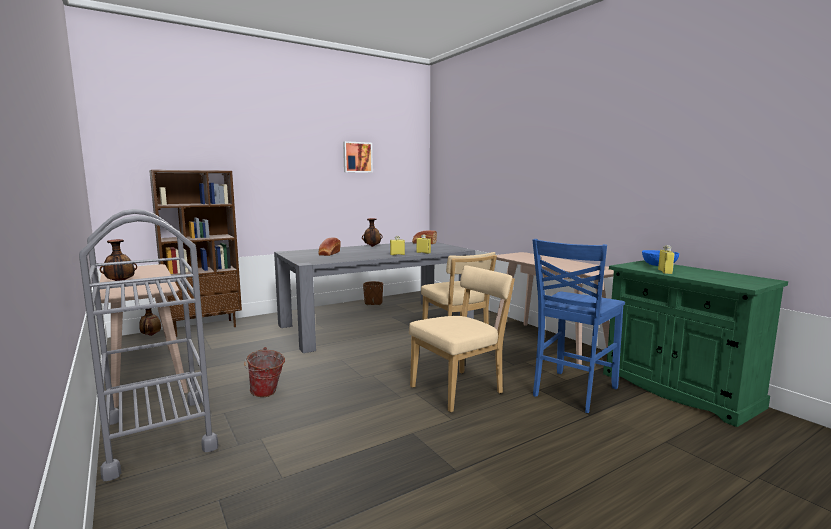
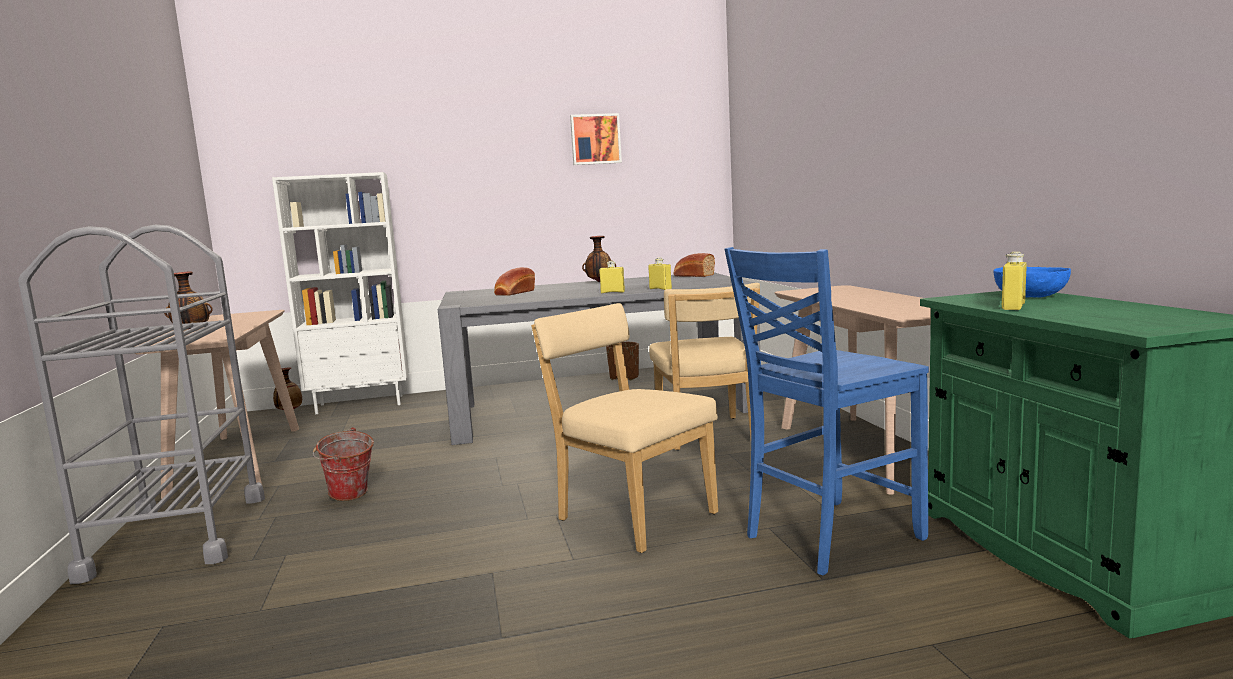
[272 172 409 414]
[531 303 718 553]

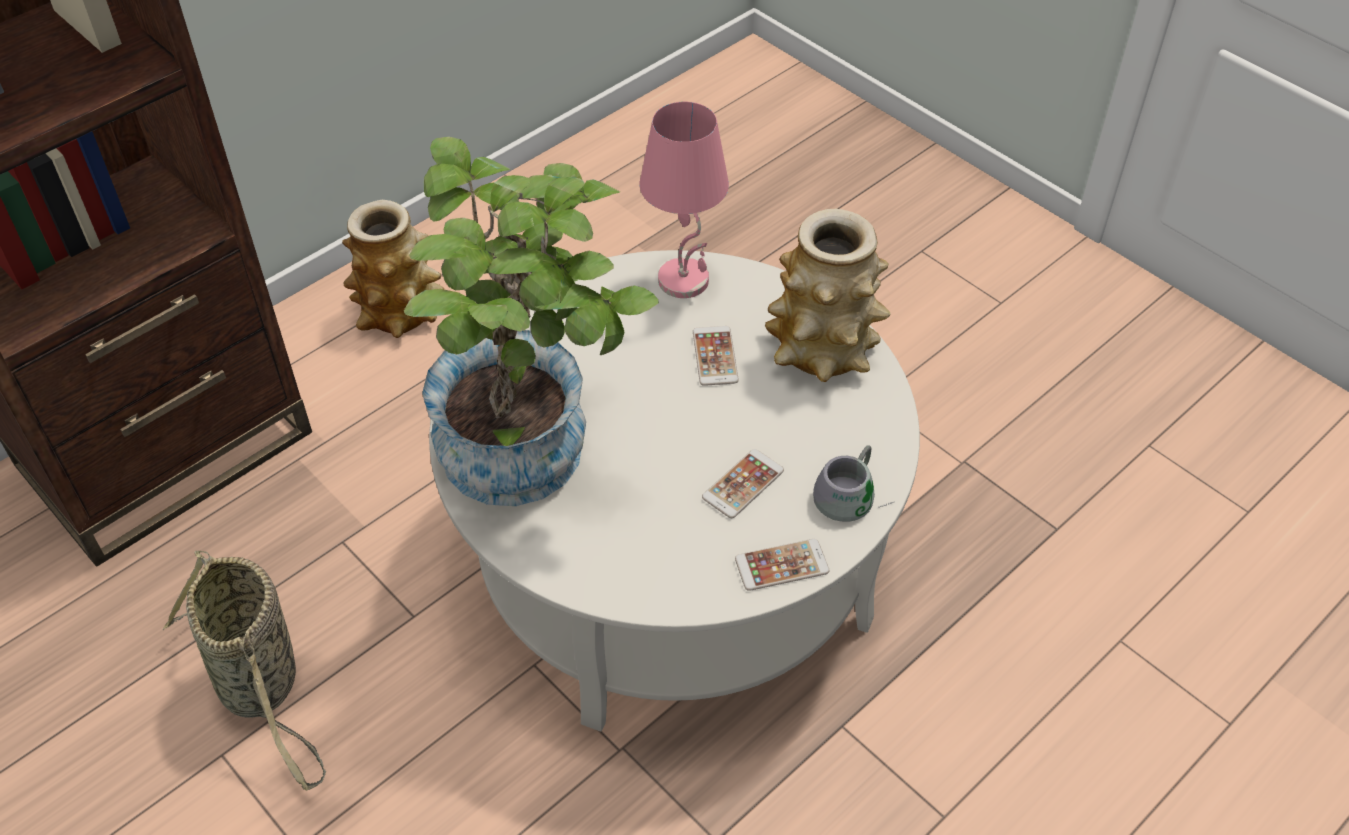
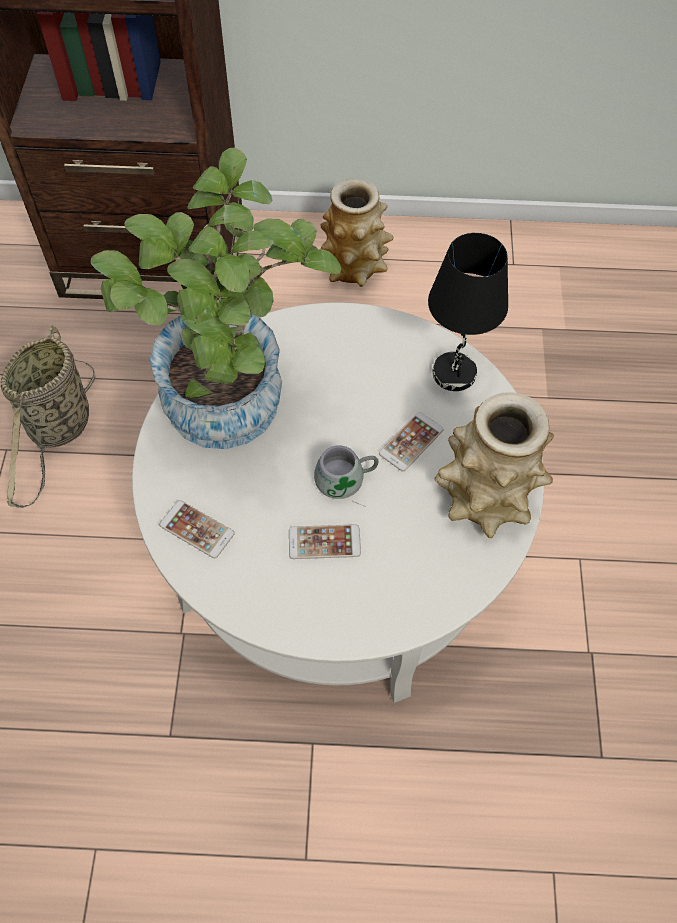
[159 500 235 558]
[314 446 378 507]
[428 233 508 391]

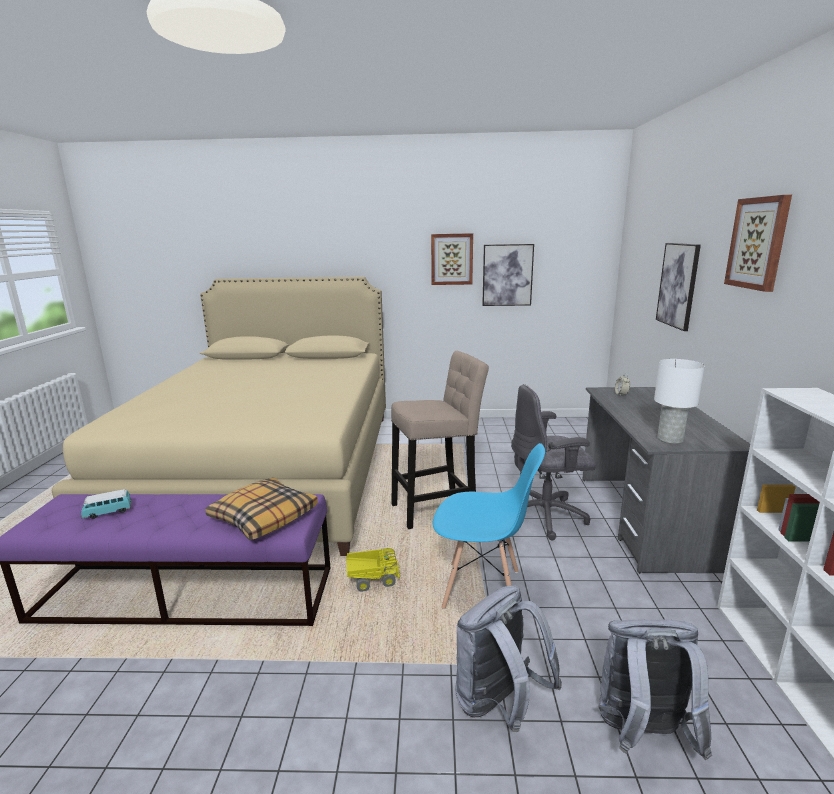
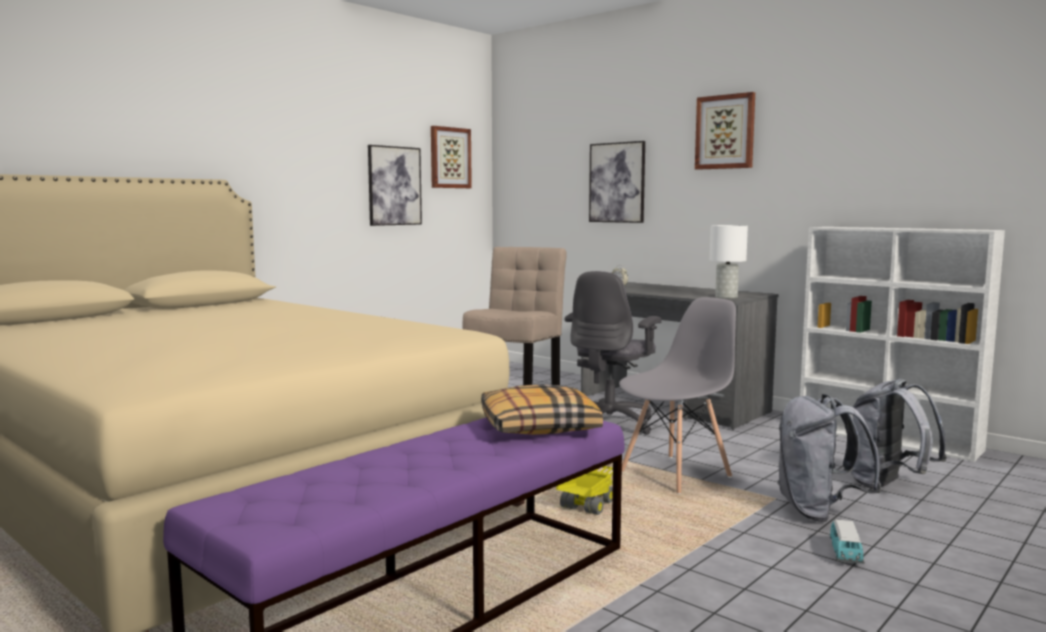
[431 126 472 188]
[619 297 736 494]
[830 519 864 564]

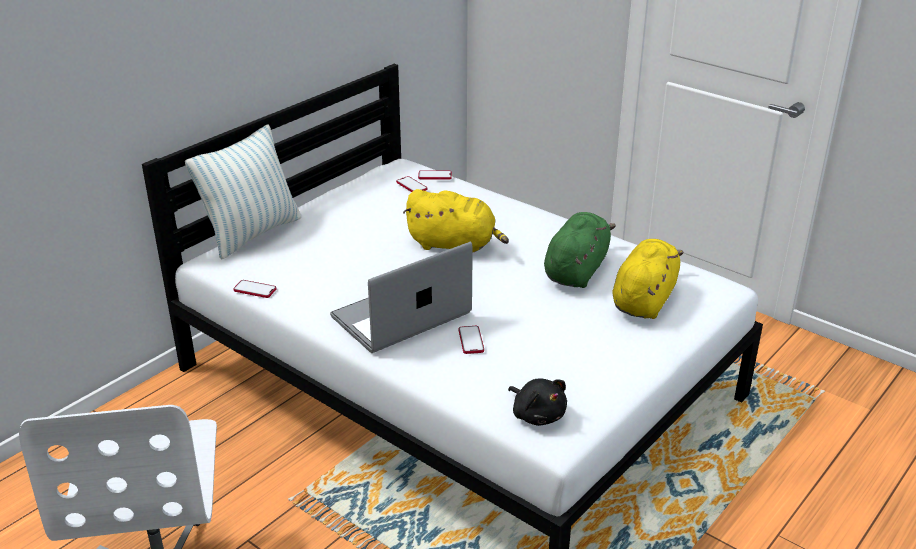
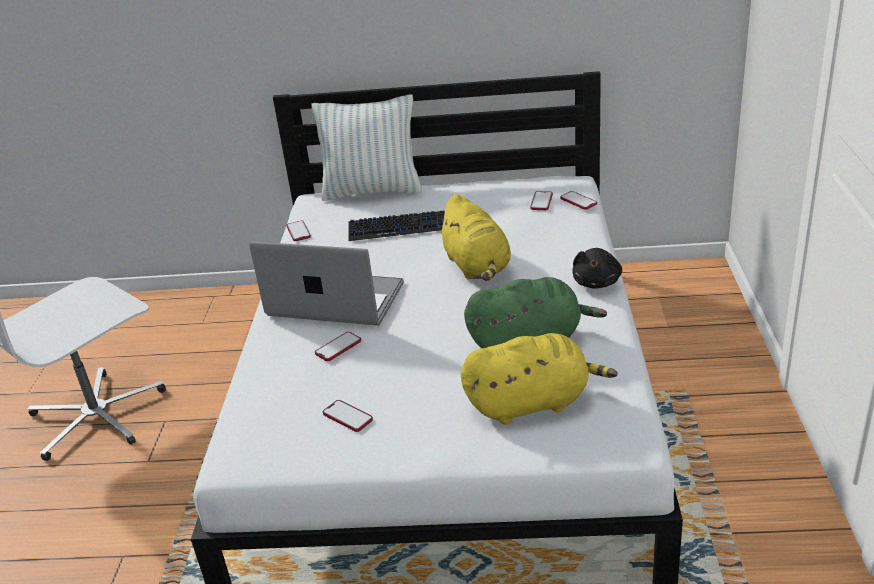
[323 400 373 432]
[348 211 445 241]
[572 248 622 289]

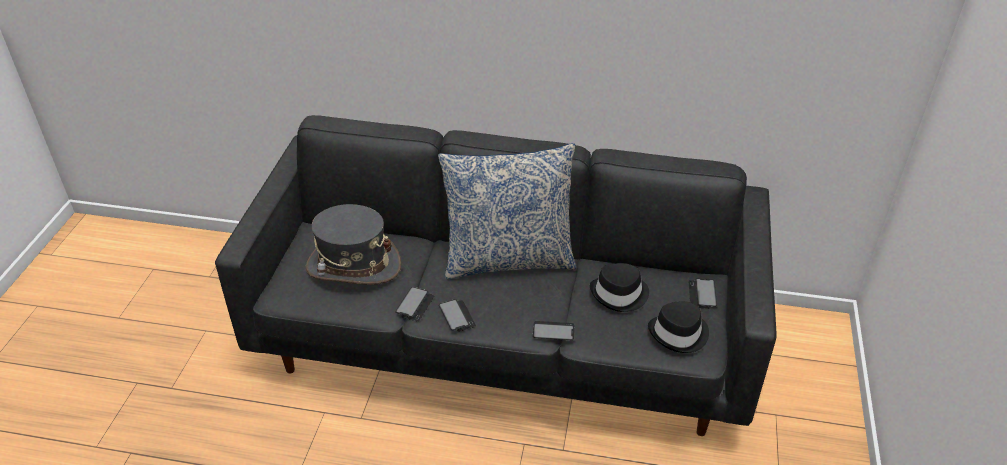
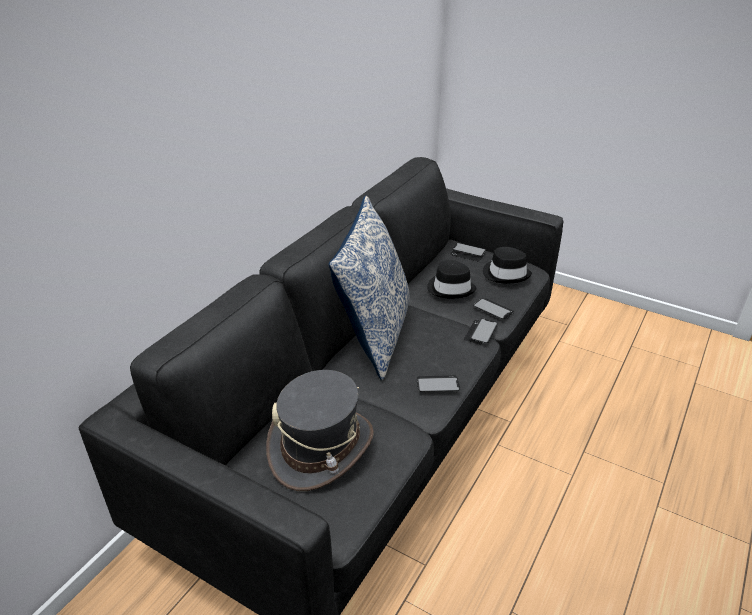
[473 298 514 319]

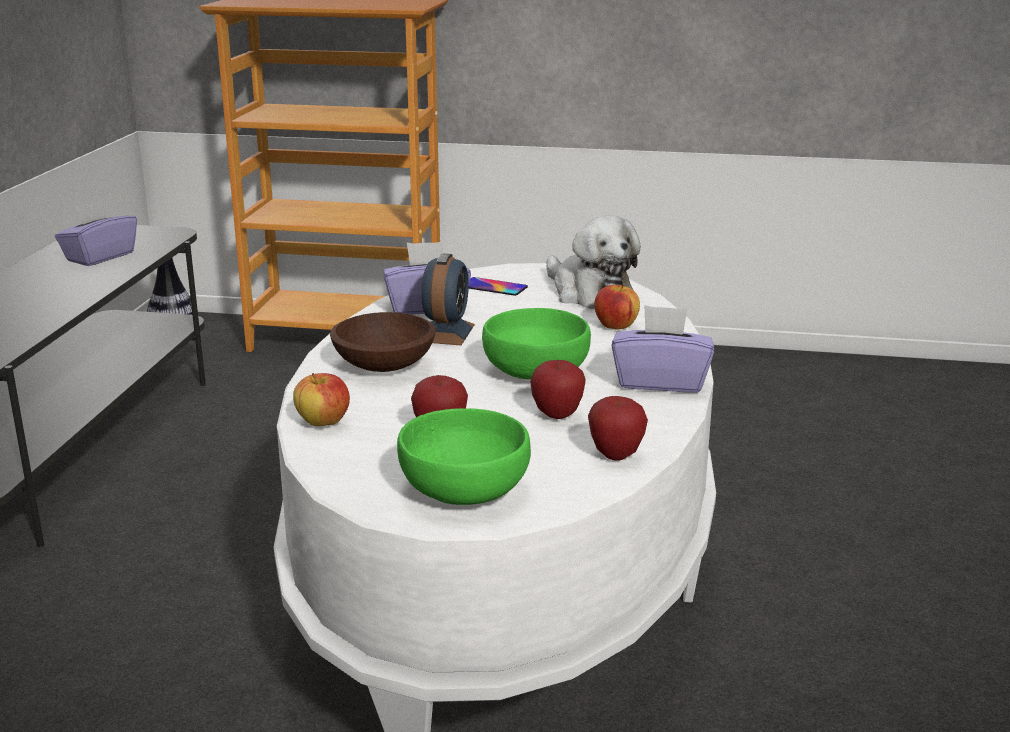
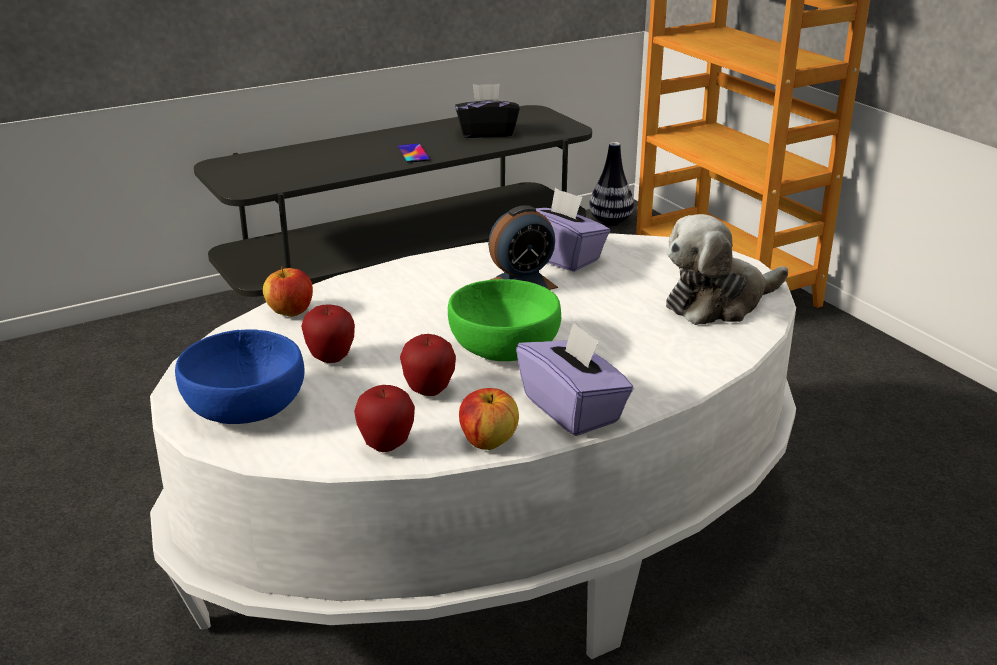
[175 329 305 424]
[397 143 430 163]
[455 84 520 138]
[459 388 519 450]
[666 214 788 325]
[330 312 436 372] (first image)

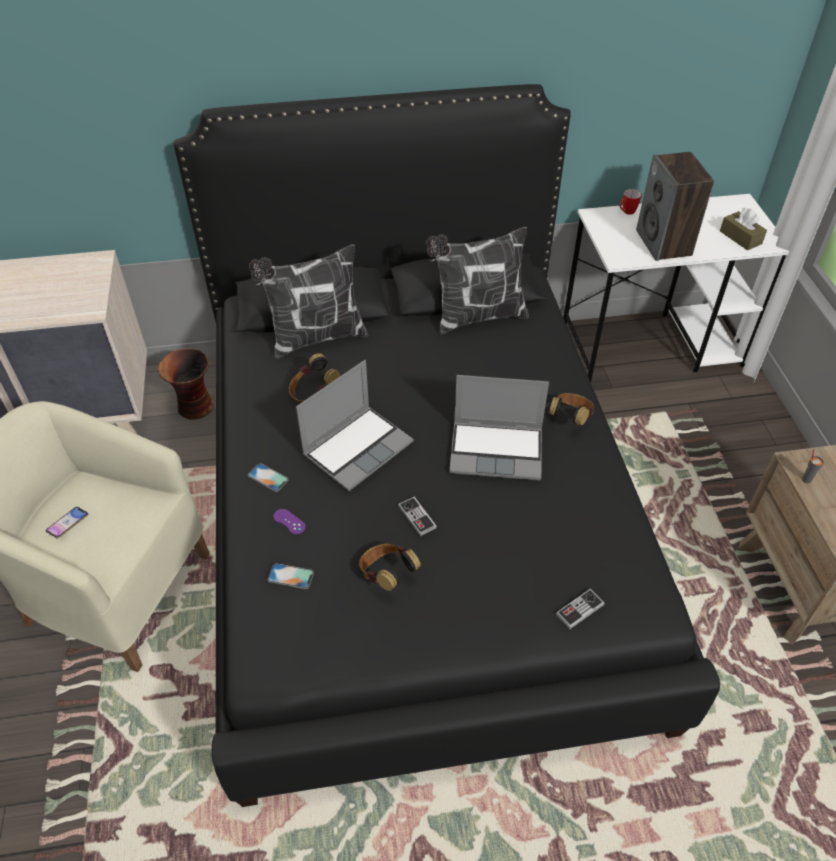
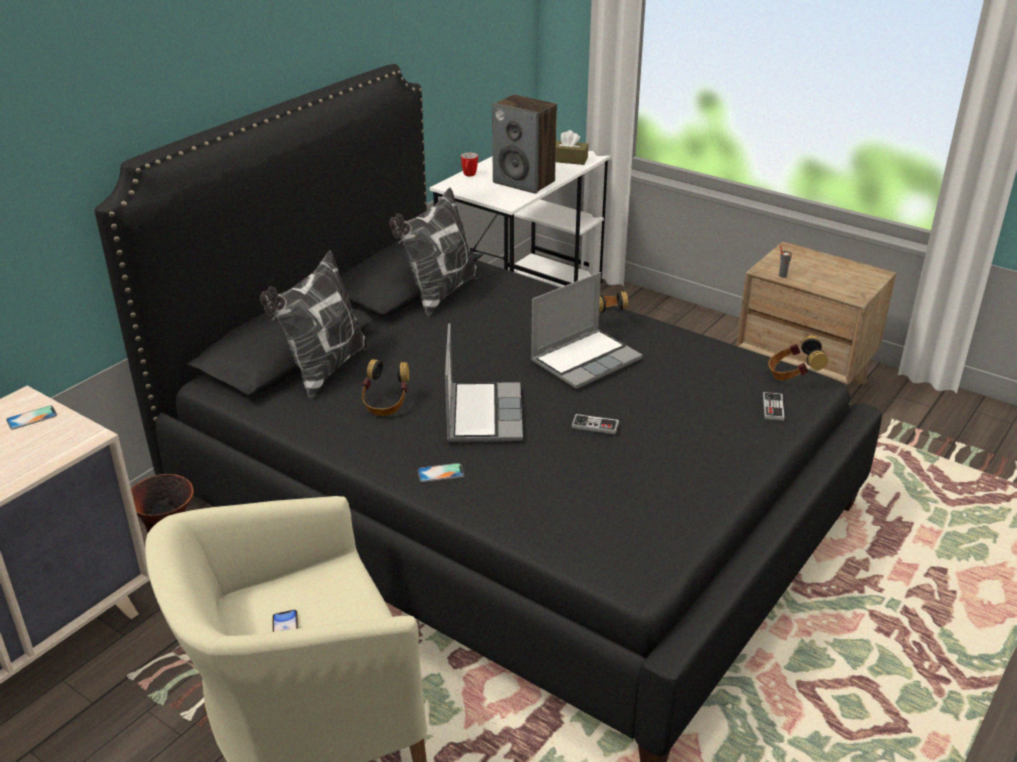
[6 405 57 430]
[768 335 828 381]
[273 509 306 534] (first image)

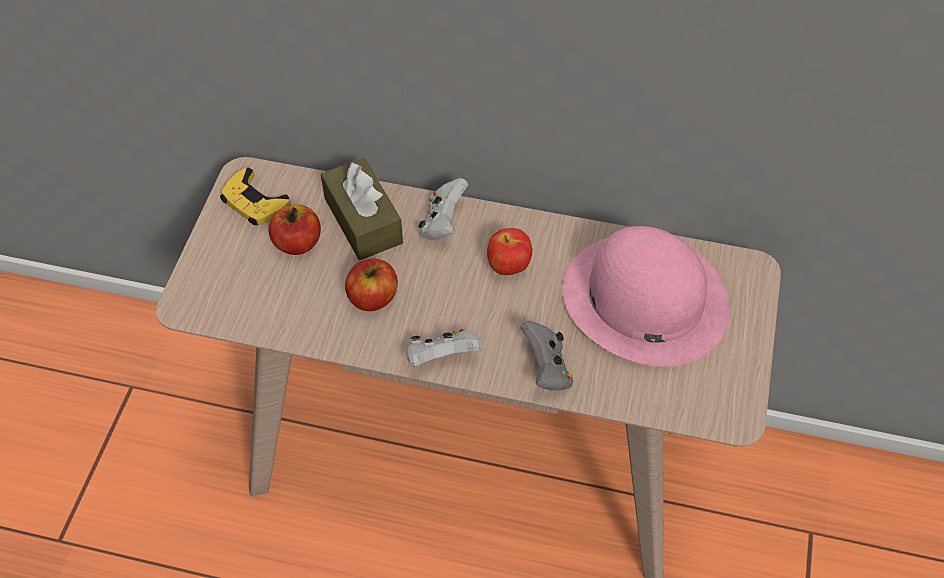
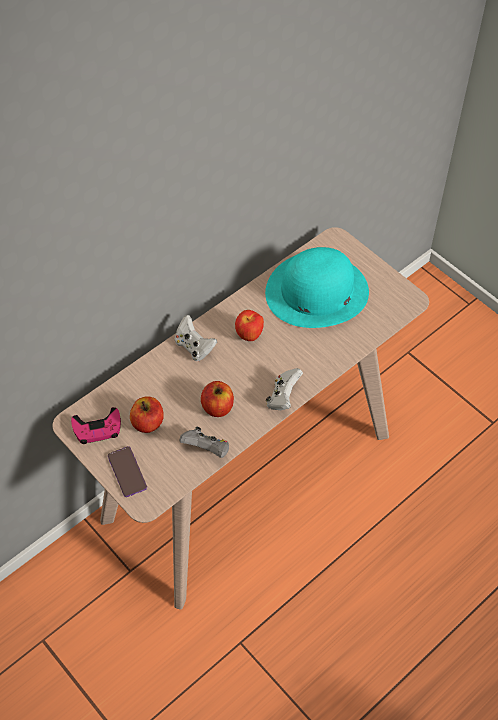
[71 407 121 444]
[108 446 147 497]
[180 427 229 458]
[265 247 369 328]
[321 158 403 260] (first image)

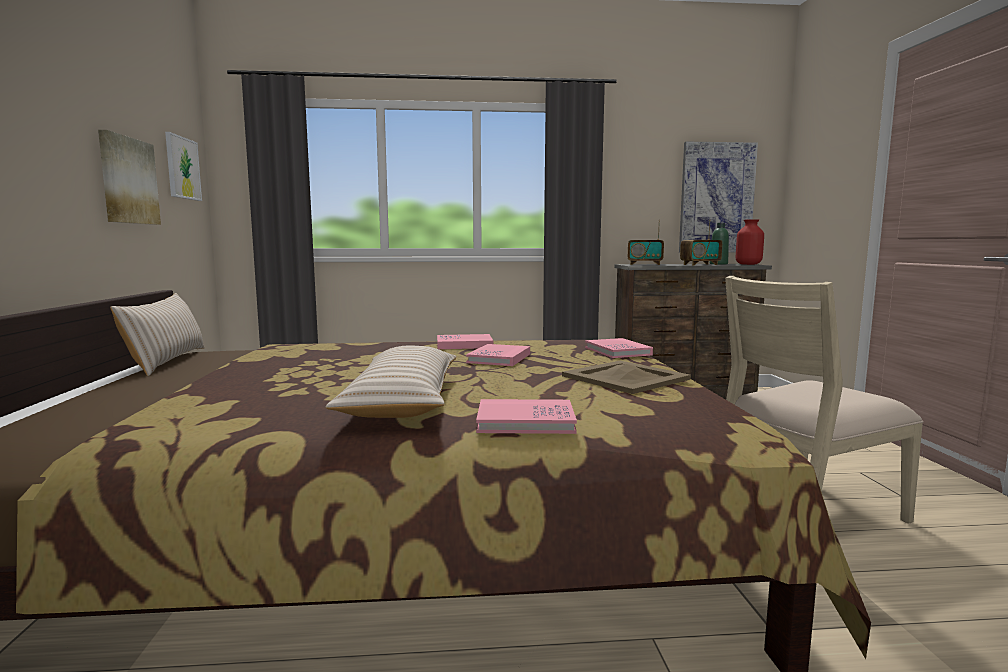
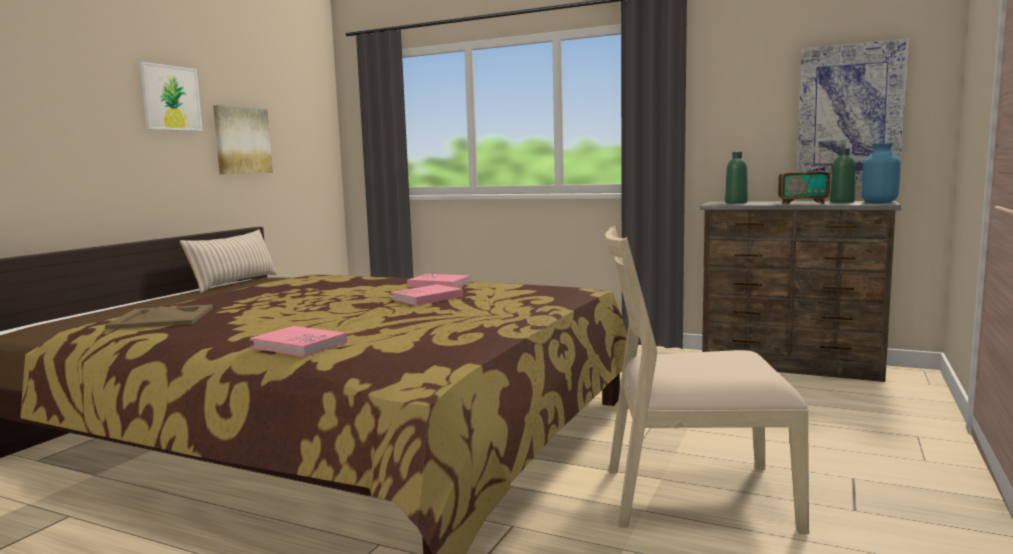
[105 304 213 329]
[140 62 203 131]
[725 152 748 203]
[861 143 900 203]
[326 345 457 418] (first image)
[585 338 653 358] (first image)

